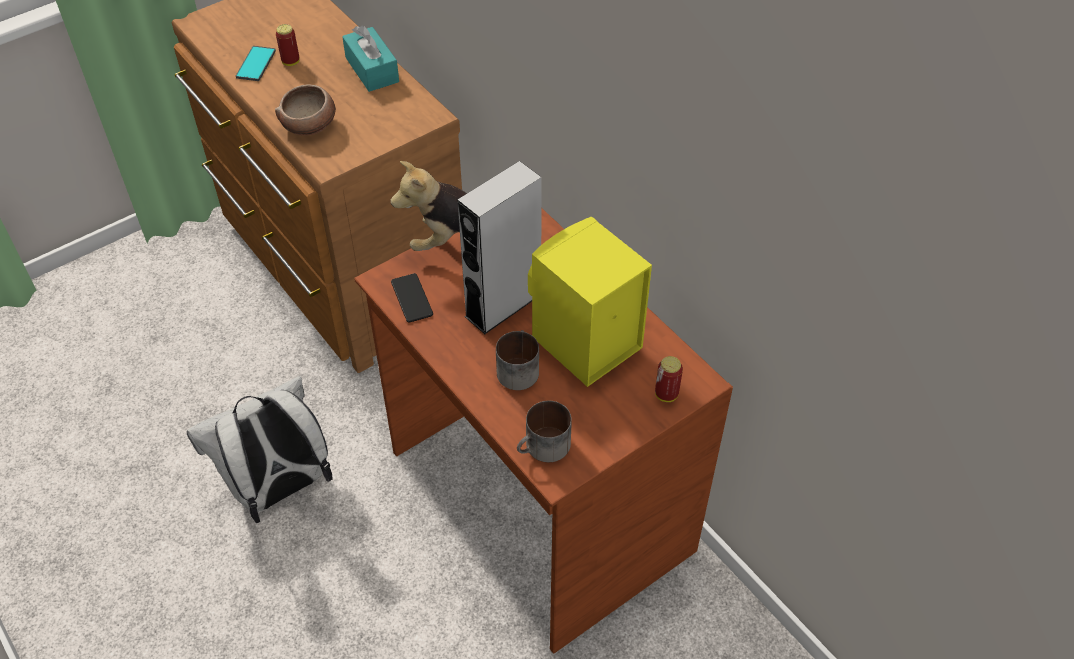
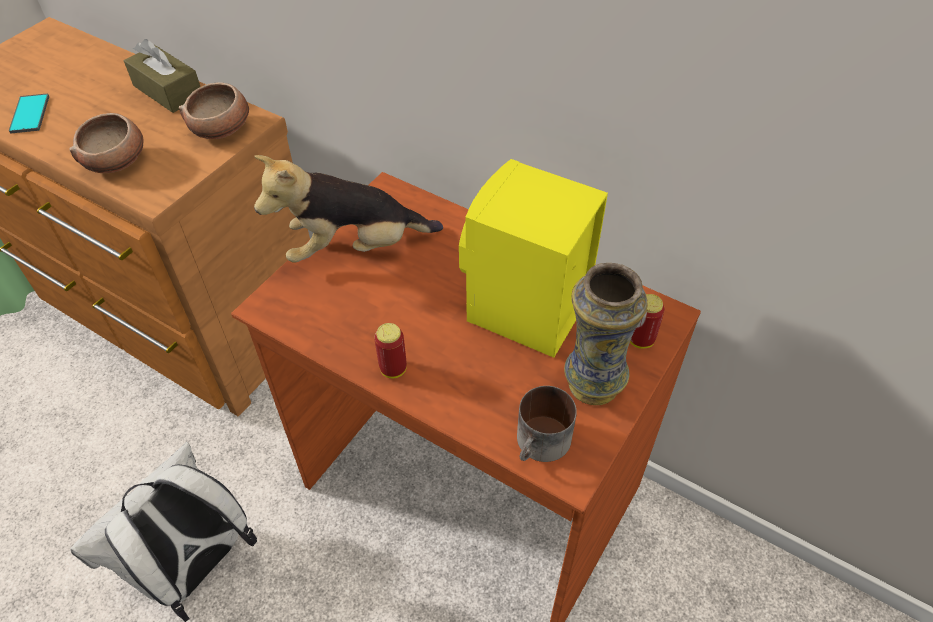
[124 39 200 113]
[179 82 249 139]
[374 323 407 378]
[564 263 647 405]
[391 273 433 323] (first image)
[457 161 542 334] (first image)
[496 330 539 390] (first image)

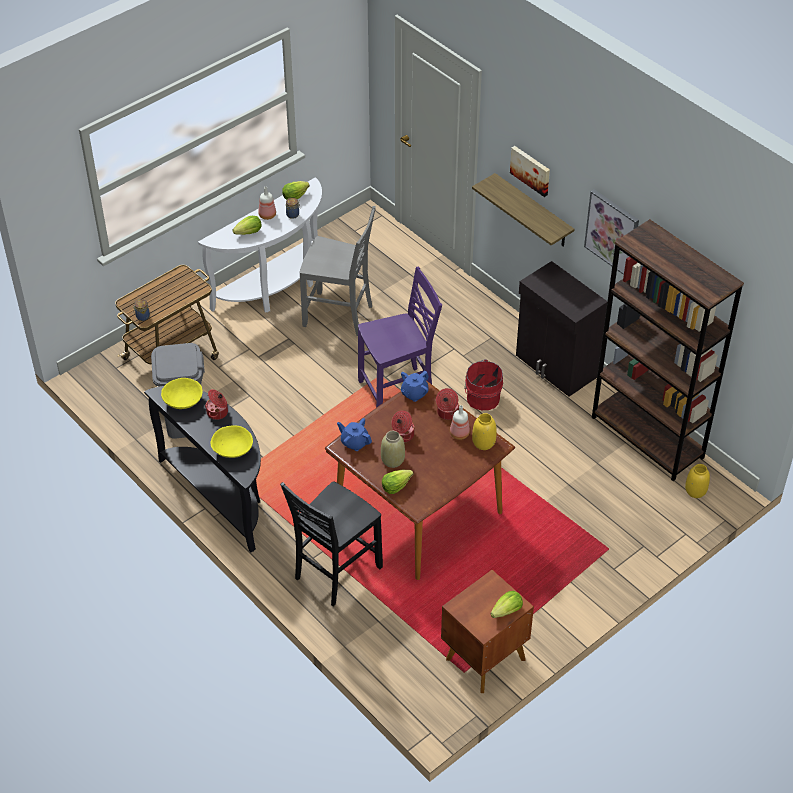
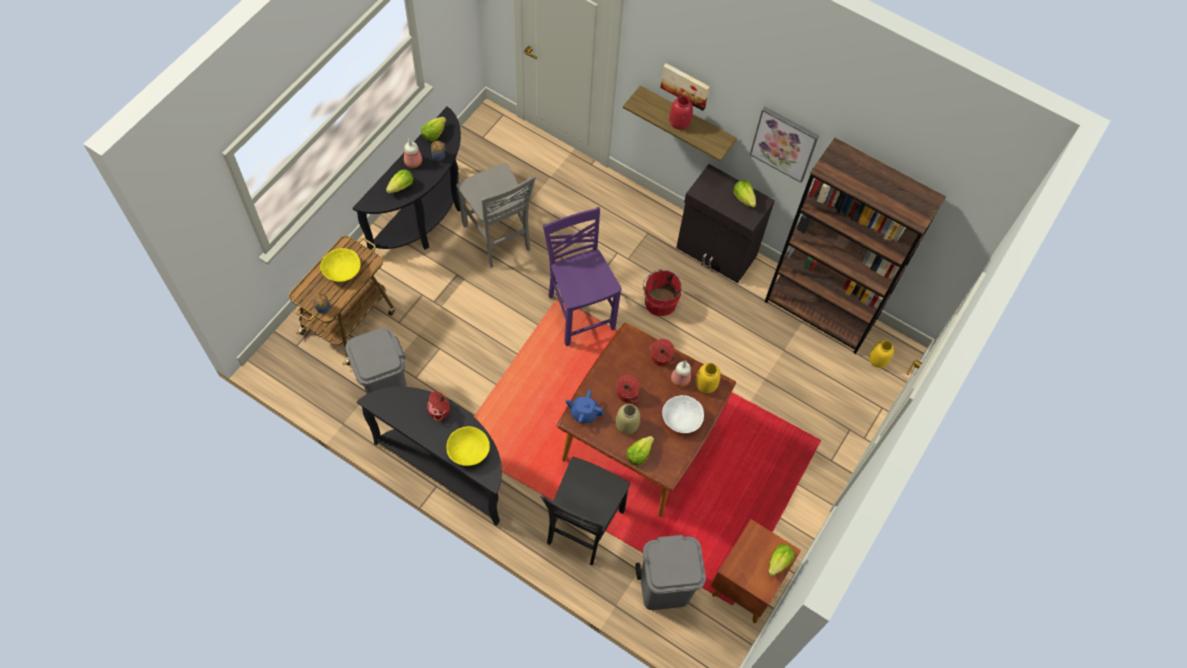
[320 248 361 282]
[353 107 461 256]
[456 163 536 268]
[543 207 622 346]
[636 535 706 610]
[662 395 704 433]
[669 96 693 130]
[733 180 756 208]
[401 371 429 402] (first image)

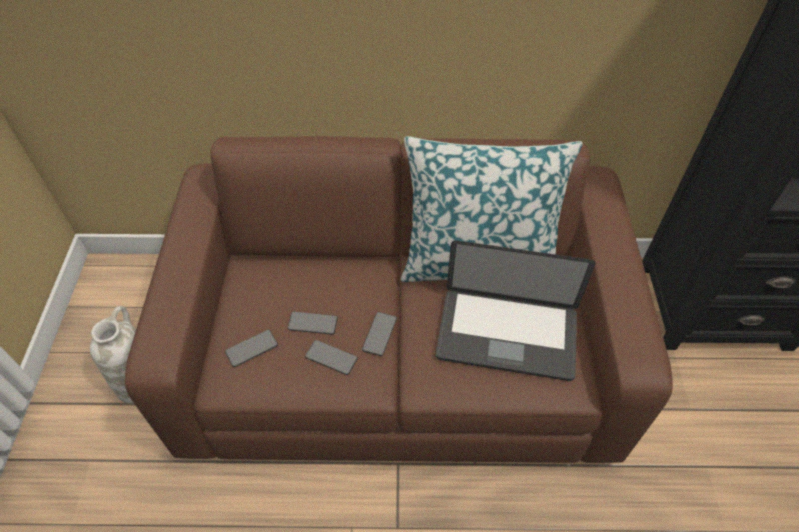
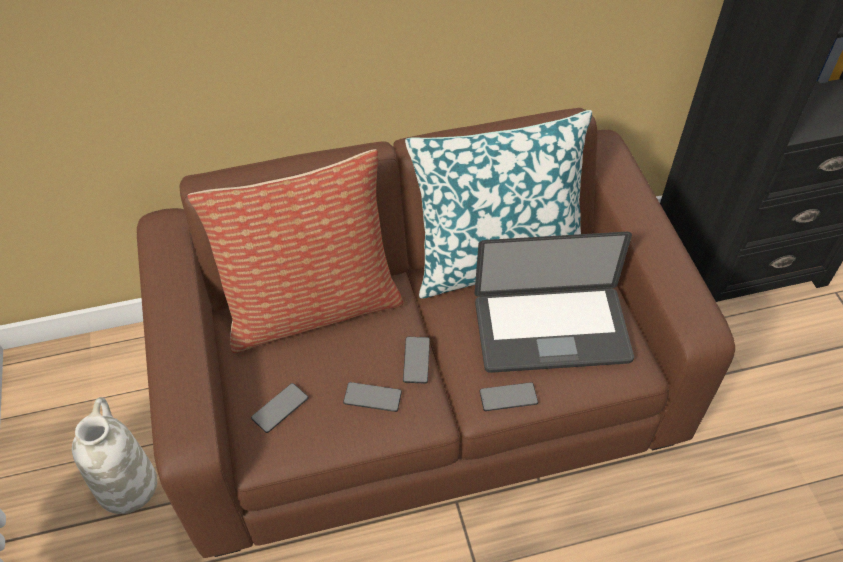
[187 149 403 353]
[479 382 538 411]

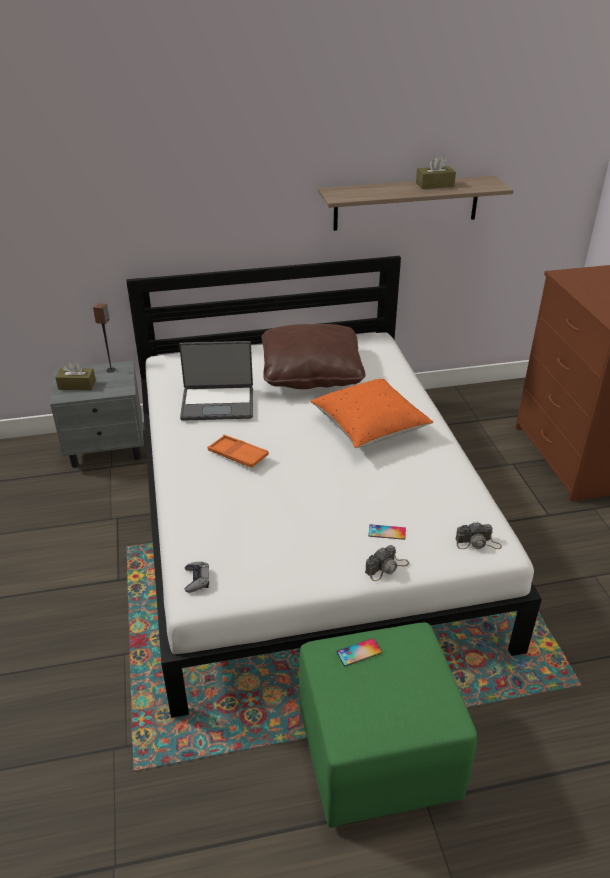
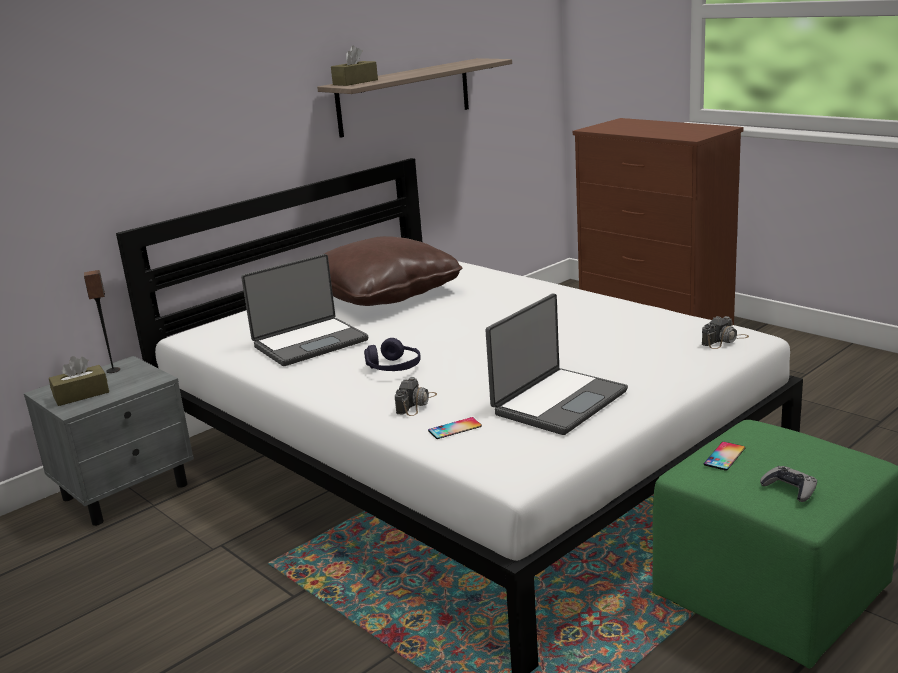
[331 46 378 86]
[364 338 421 371]
[395 377 437 416]
[428 417 482 439]
[485 293 628 435]
[760 466 817 502]
[310 379 433 448] (first image)

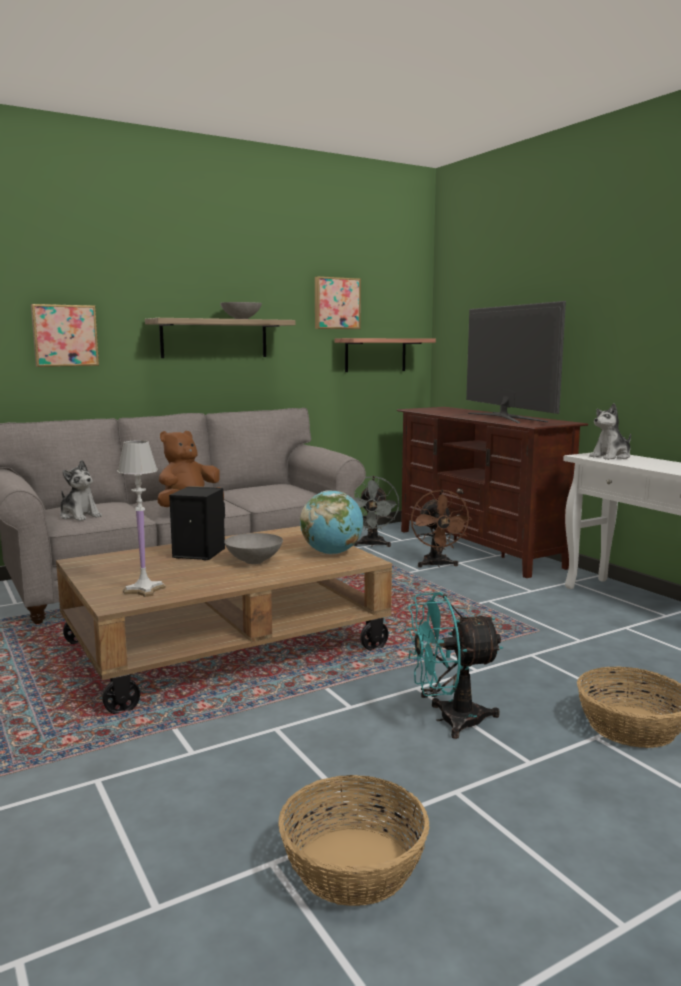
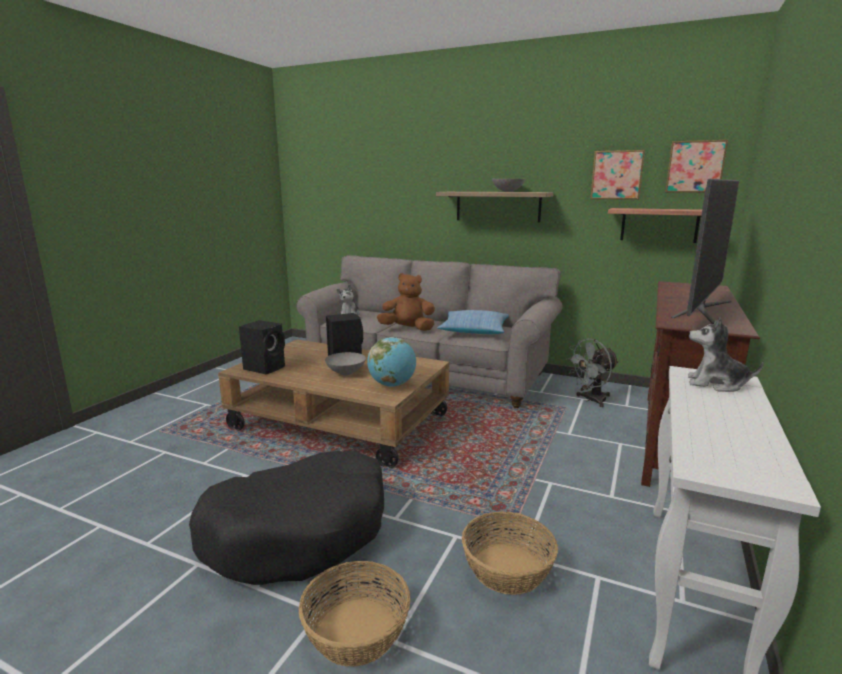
[189 451 384 585]
[239 320 285 374]
[437 310 509 334]
[462 512 558 595]
[665 140 728 193]
[411 489 472 567] (first image)

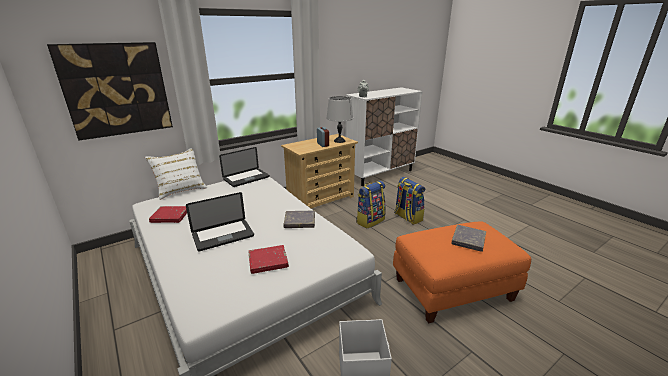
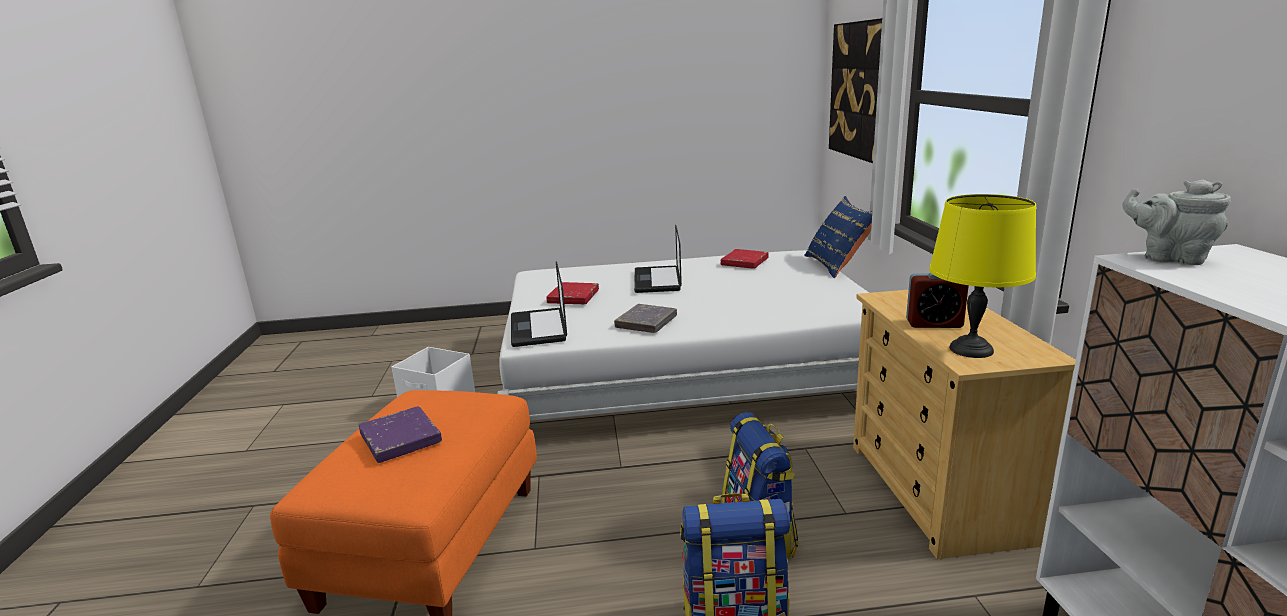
[359 406 442 463]
[511 262 567 347]
[804 196 872 278]
[929 194 1036 358]

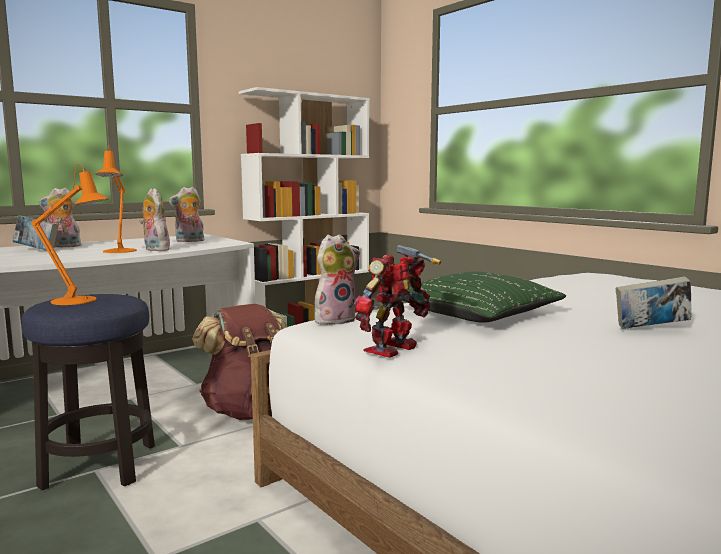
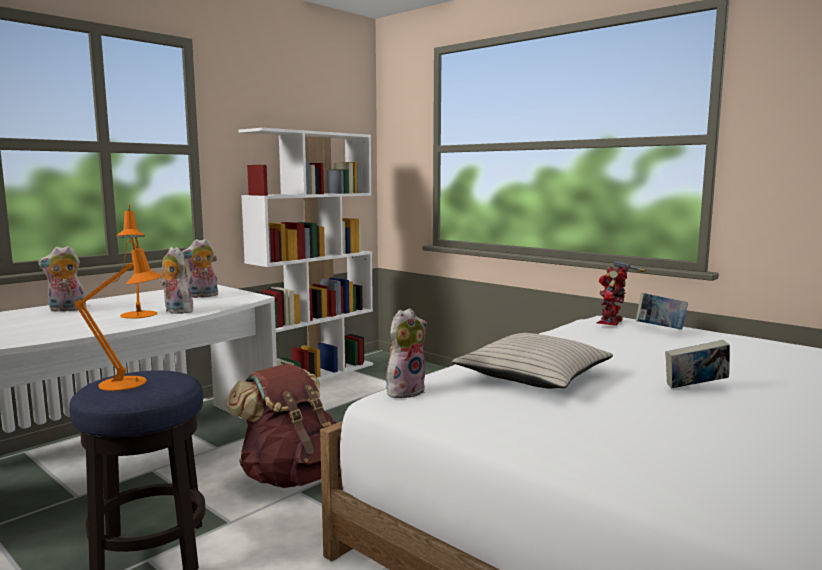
[452 333 613 388]
[597 261 645 326]
[636 293 688 330]

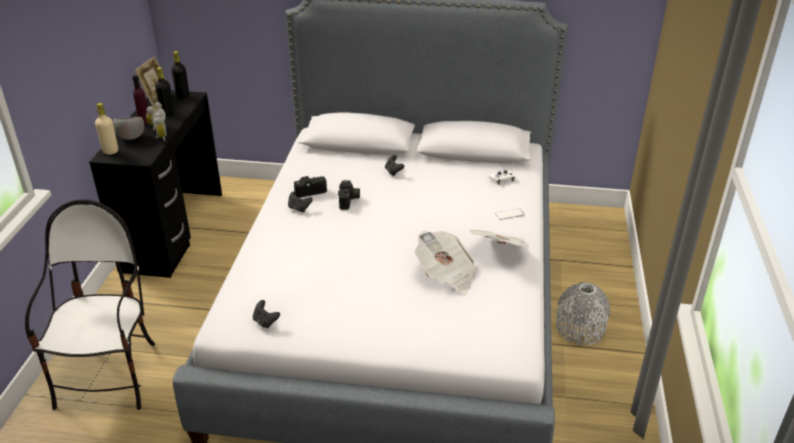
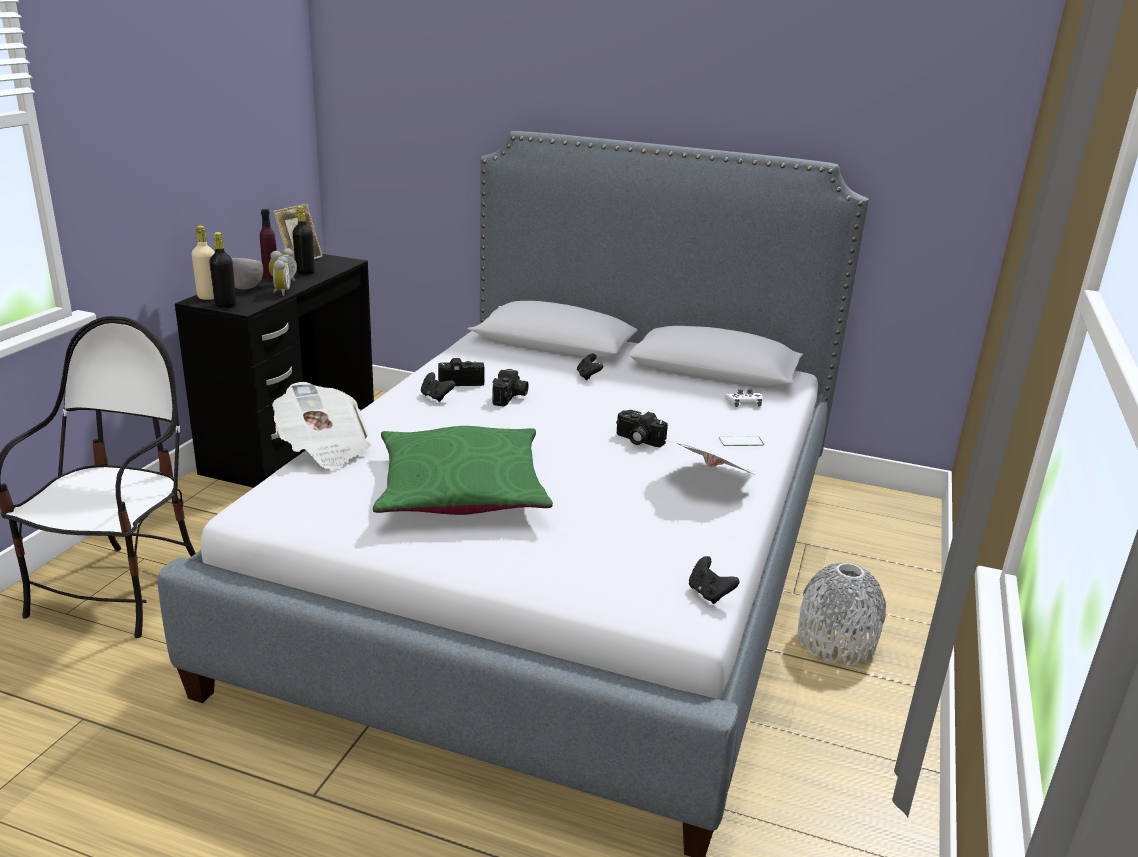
[209 232 236 308]
[272 382 371 470]
[373 426 553 515]
[616 410 668 447]
[689 556 740 604]

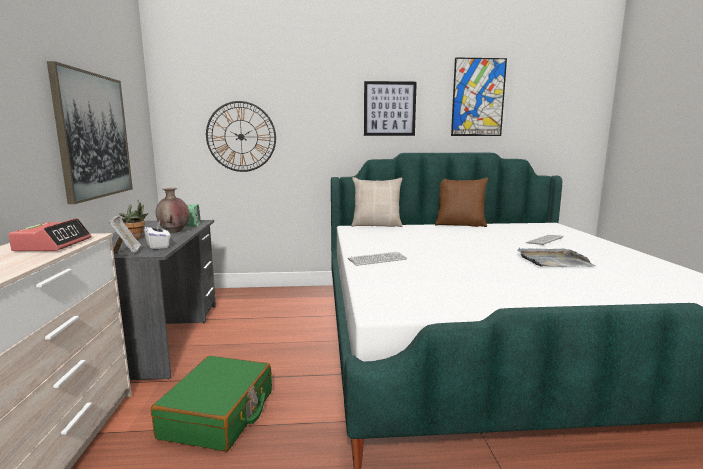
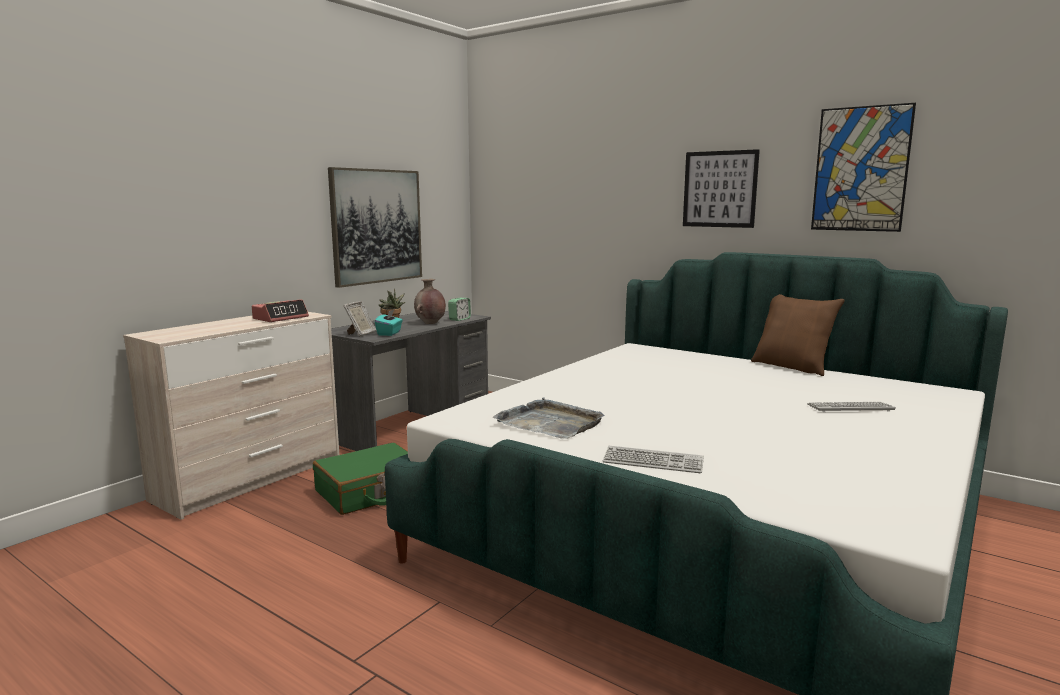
[375 310 403 336]
[493 398 605 439]
[603 446 704 473]
[206 101 276 172] (first image)
[352 177 402 227] (first image)

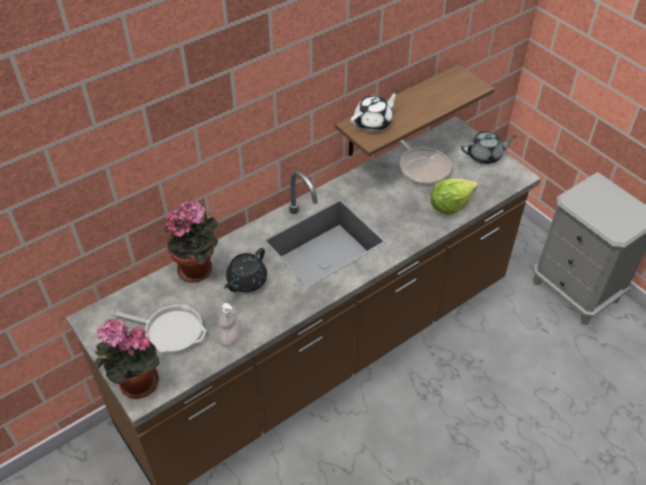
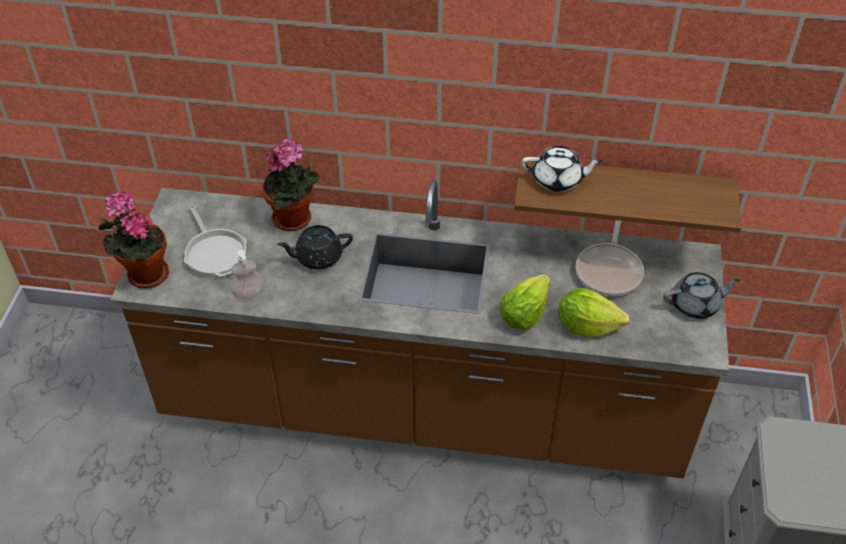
[500 274 550 331]
[663 272 740 319]

